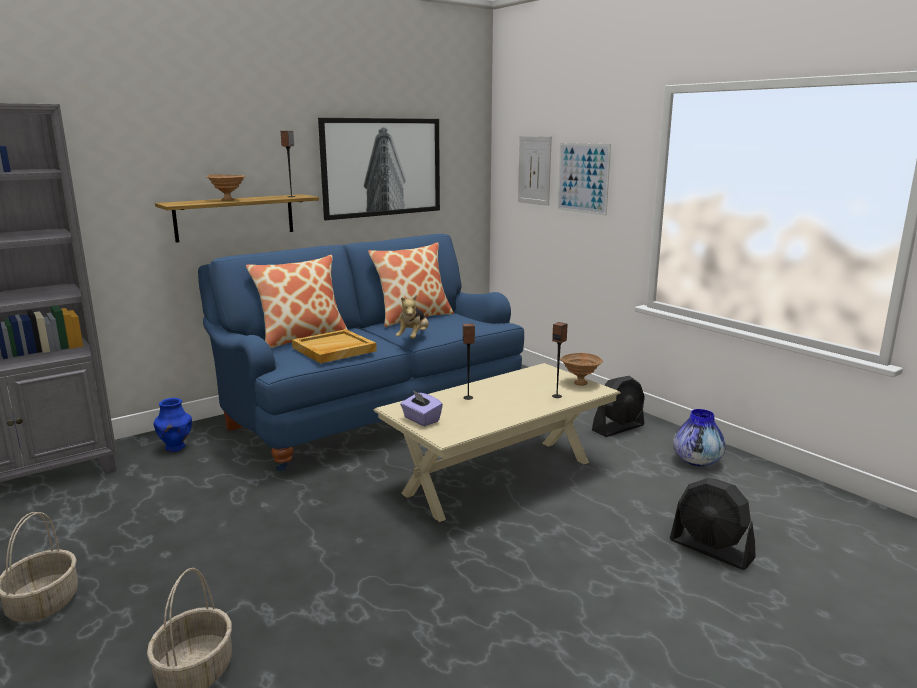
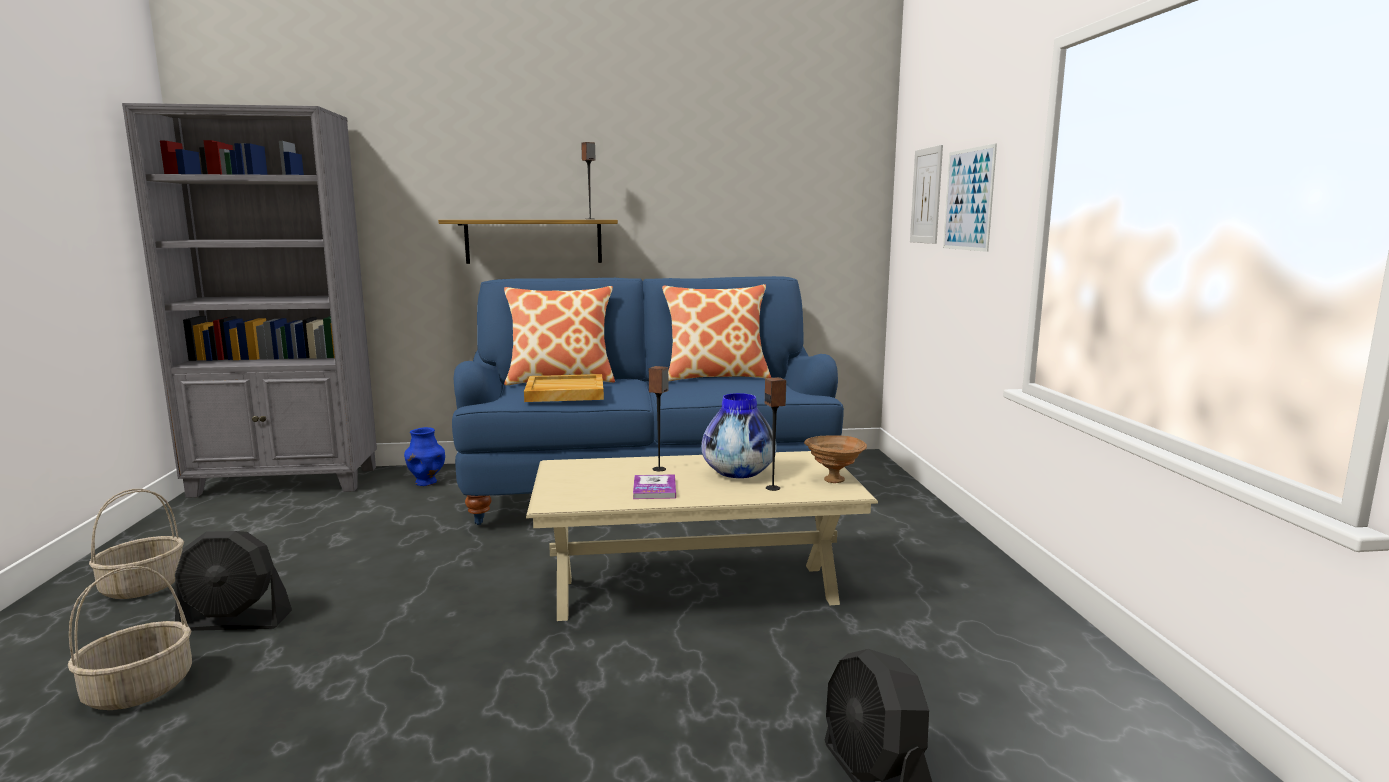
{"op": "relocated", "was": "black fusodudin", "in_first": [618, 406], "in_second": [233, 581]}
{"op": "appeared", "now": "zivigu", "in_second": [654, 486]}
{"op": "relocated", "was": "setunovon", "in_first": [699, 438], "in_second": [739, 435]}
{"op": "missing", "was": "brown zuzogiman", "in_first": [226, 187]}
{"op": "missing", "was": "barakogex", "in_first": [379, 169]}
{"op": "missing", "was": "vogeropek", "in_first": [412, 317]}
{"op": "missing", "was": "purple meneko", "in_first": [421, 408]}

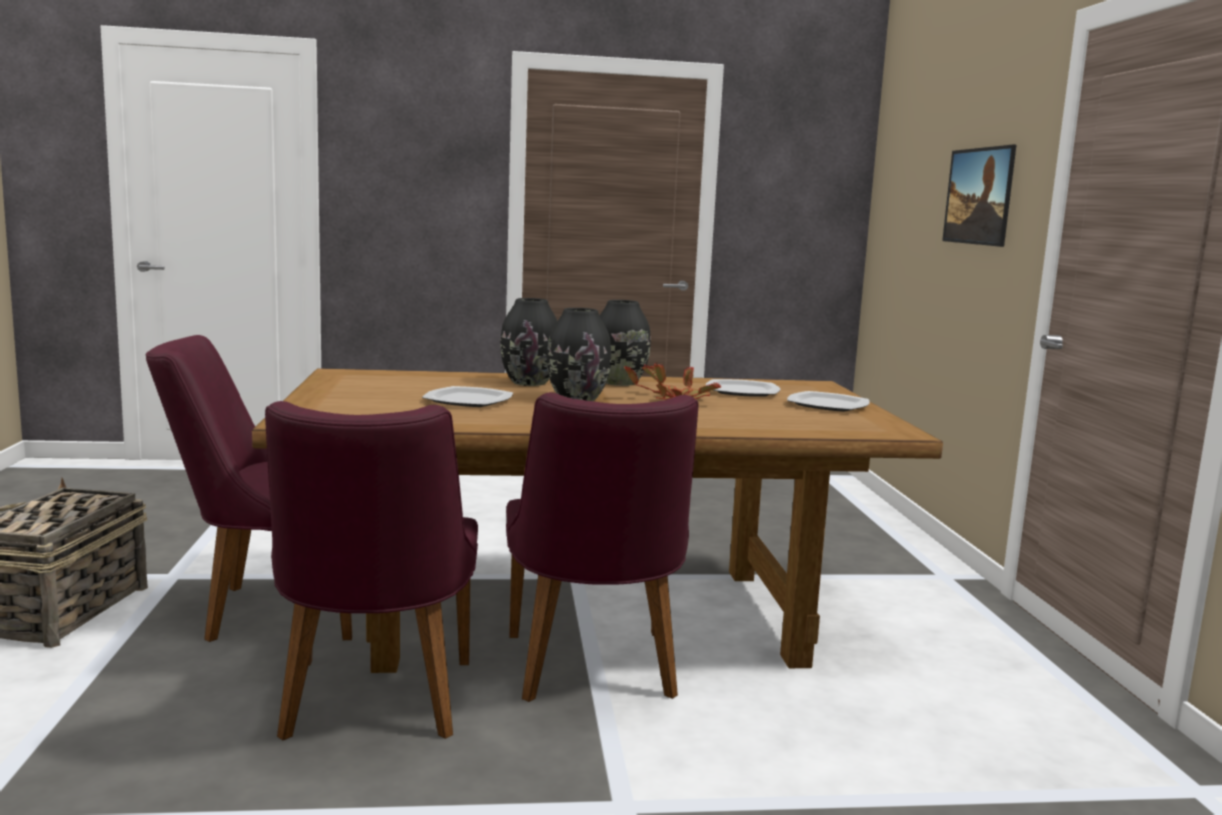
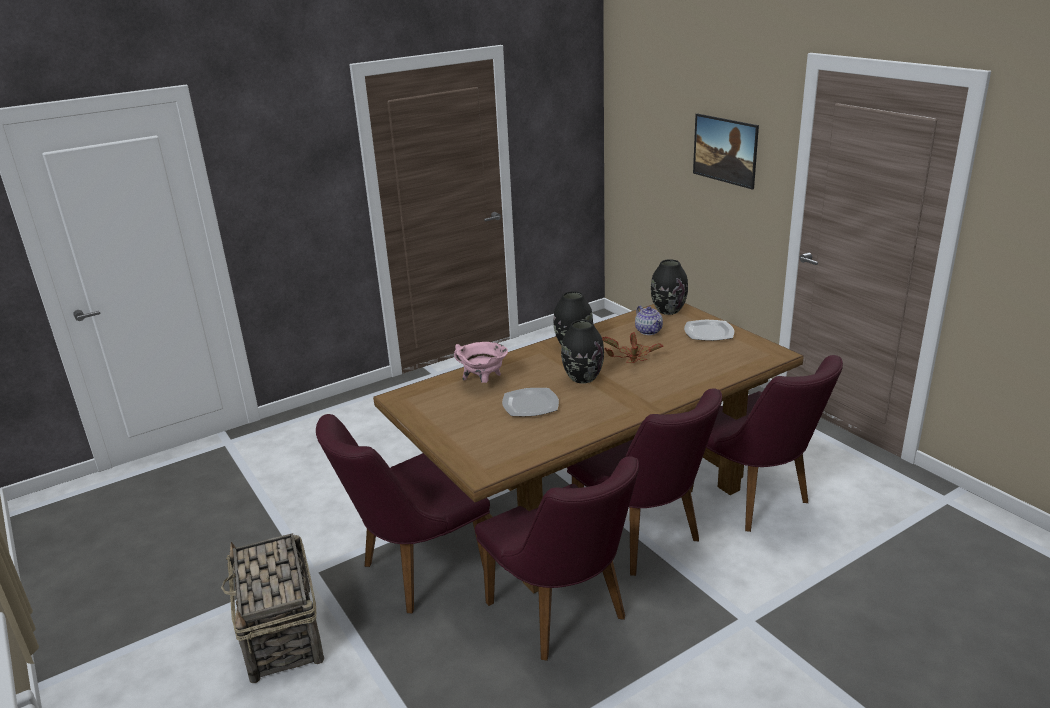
{"op": "appeared", "now": "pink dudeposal", "in_second": [481, 362]}
{"op": "exchanged", "was": "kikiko", "now": "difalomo", "in_first": [743, 388], "in_second": [649, 320]}
{"op": "relocated", "was": "black setunovon", "in_first": [528, 342], "in_second": [669, 287]}
{"op": "appeared", "now": "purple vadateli", "in_second": [766, 443]}

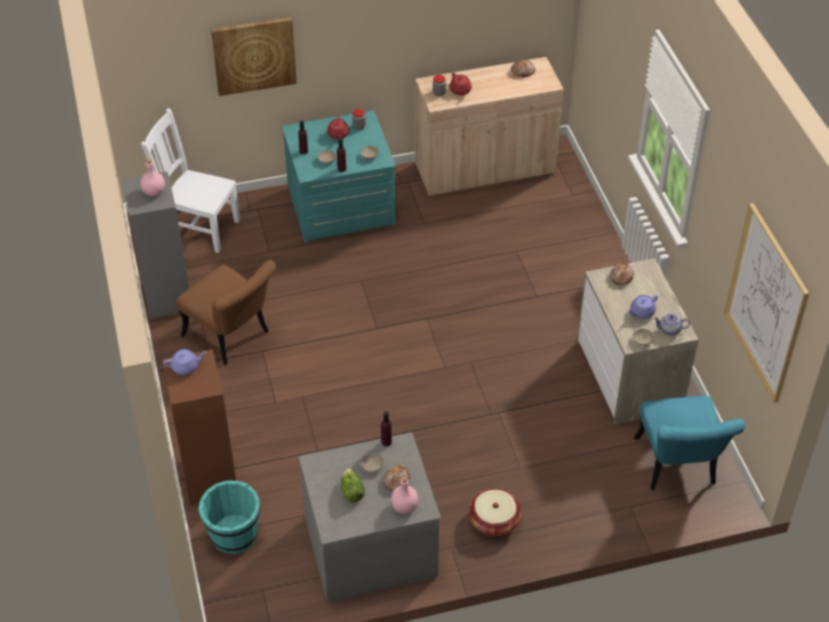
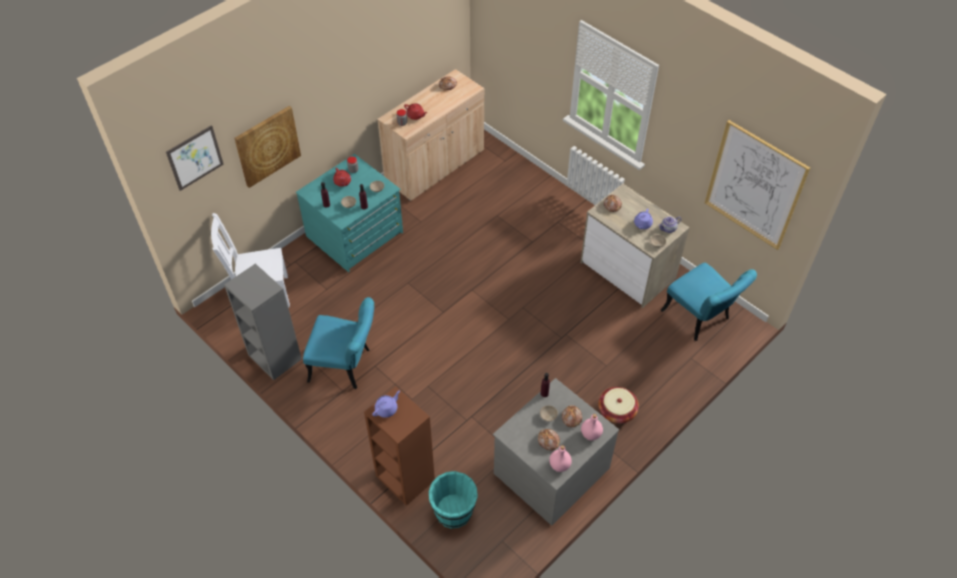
{"op": "appeared", "now": "barakogex", "in_second": [195, 158]}
{"op": "colour", "was": "brown vadateli", "now": "turquoise vadateli", "in_first": [226, 312], "in_second": [338, 343]}
{"op": "exchanged", "was": "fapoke", "now": "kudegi", "in_first": [353, 485], "in_second": [549, 440]}
{"op": "relocated", "was": "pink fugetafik", "in_first": [153, 177], "in_second": [560, 458]}

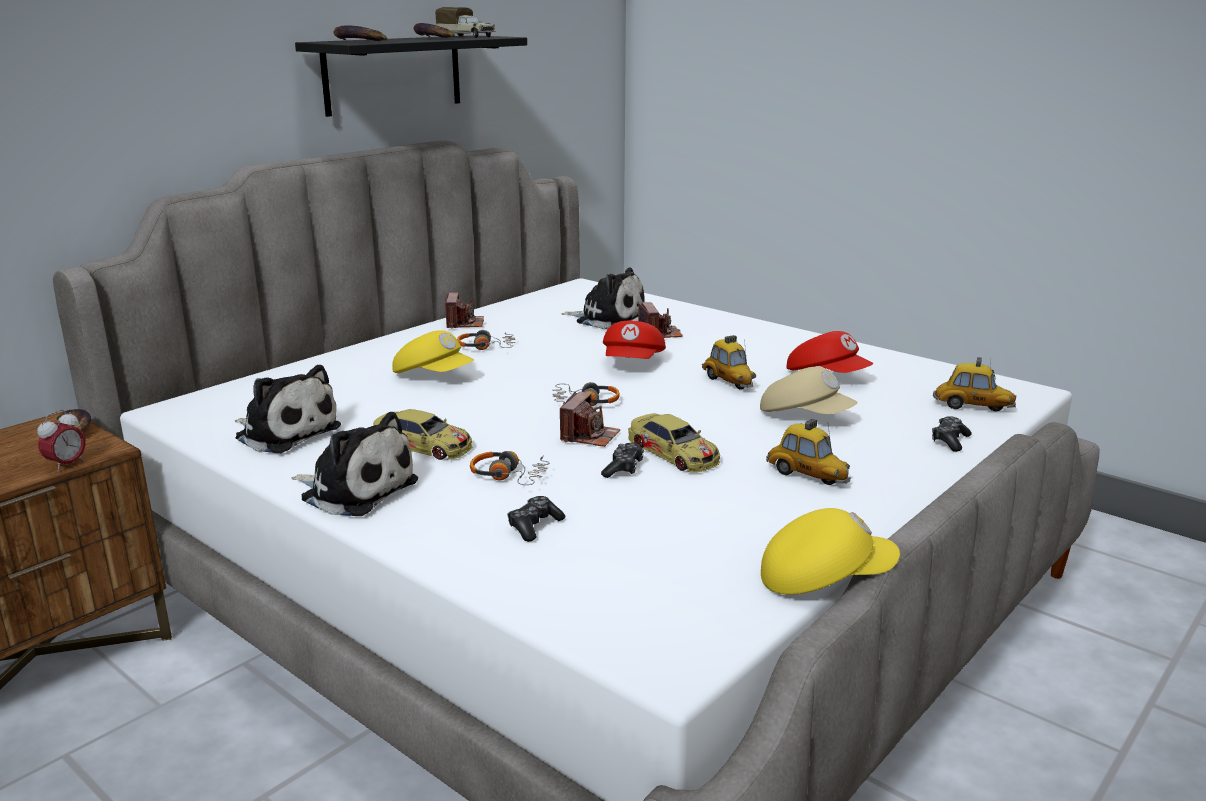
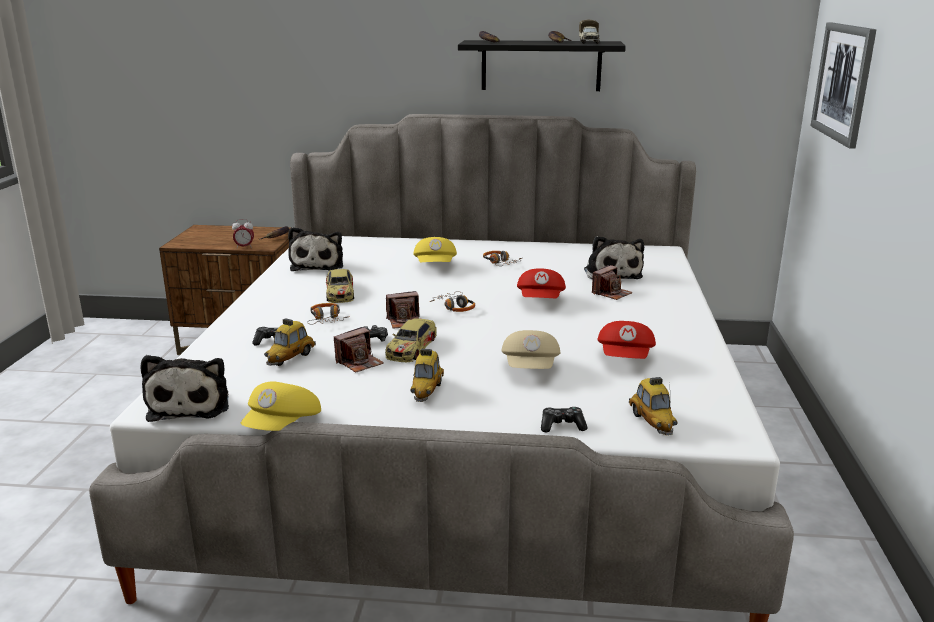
{"op": "relocated", "was": "vogeropek", "in_first": [355, 464], "in_second": [184, 388]}
{"op": "spun", "was": "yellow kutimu", "in_first": [830, 551], "in_second": [281, 406], "clockwise": 60}
{"op": "relocated", "was": "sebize", "in_first": [729, 362], "in_second": [290, 342]}
{"op": "relocated", "was": "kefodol", "in_first": [464, 310], "in_second": [359, 350]}
{"op": "spun", "was": "red kutimu", "in_first": [634, 340], "in_second": [541, 283], "clockwise": -60}
{"op": "appeared", "now": "barakogex", "in_second": [843, 85]}

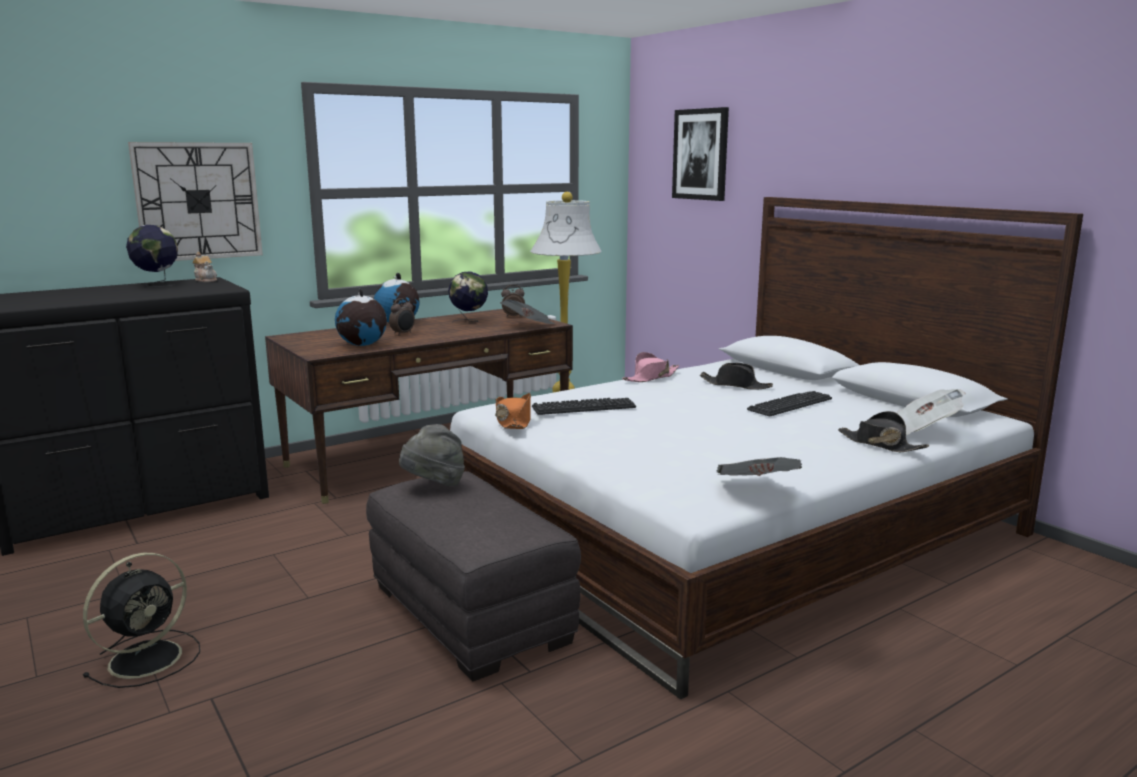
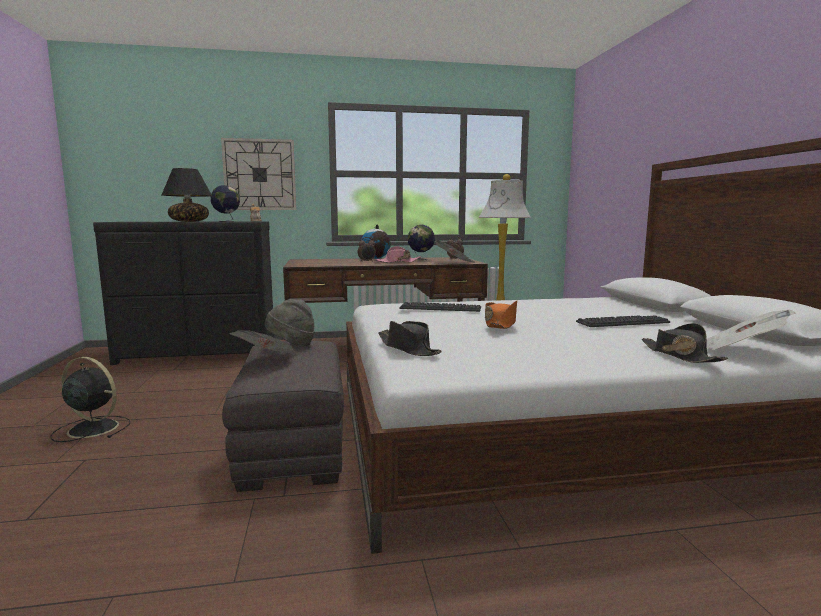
{"op": "spun", "was": "black fusodudin", "in_first": [141, 620], "in_second": [90, 399], "clockwise": -135}
{"op": "appeared", "now": "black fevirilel", "in_second": [187, 195]}
{"op": "relocated", "was": "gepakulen", "in_first": [759, 466], "in_second": [262, 341]}
{"op": "relocated", "was": "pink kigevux", "in_first": [650, 367], "in_second": [398, 254]}
{"op": "relocated", "was": "black kigevux", "in_first": [736, 376], "in_second": [410, 338]}
{"op": "relocated", "was": "orange kigevux", "in_first": [513, 411], "in_second": [501, 315]}
{"op": "missing", "was": "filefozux", "in_first": [361, 317]}
{"op": "missing", "was": "barakogex", "in_first": [700, 154]}

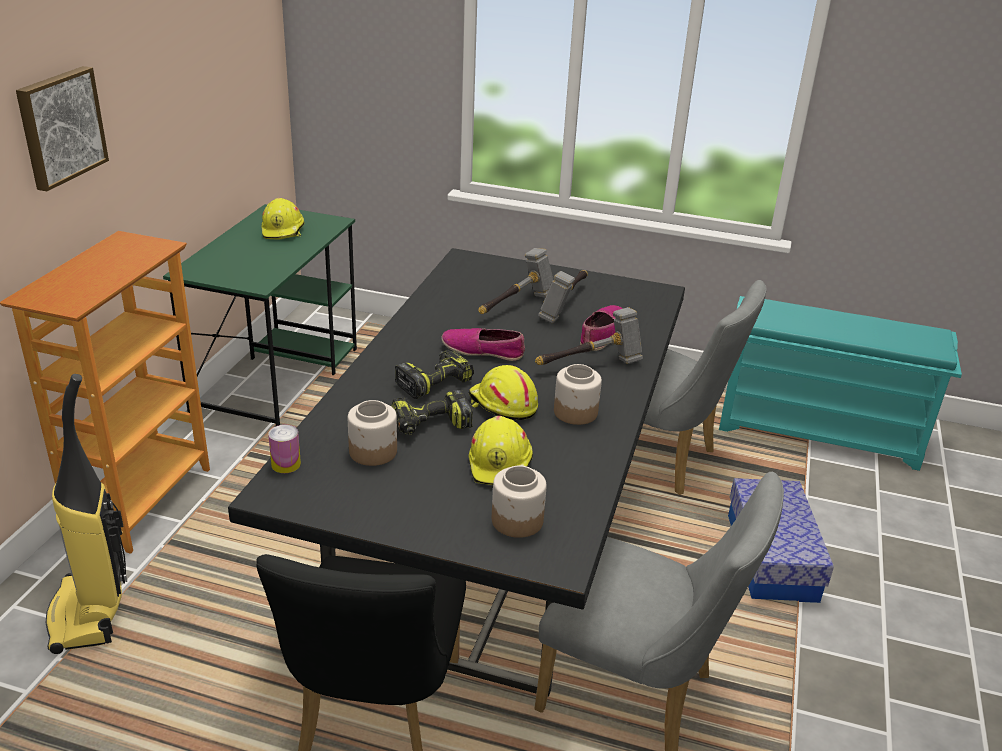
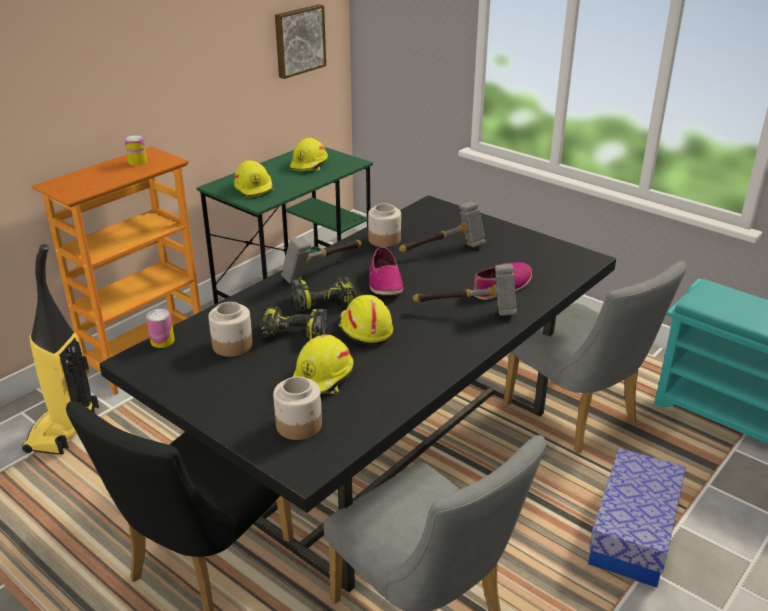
{"op": "appeared", "now": "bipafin", "in_second": [135, 150]}
{"op": "appeared", "now": "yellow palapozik", "in_second": [254, 178]}
{"op": "relocated", "was": "barakogex", "in_first": [62, 128], "in_second": [300, 41]}
{"op": "relocated", "was": "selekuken", "in_first": [563, 296], "in_second": [321, 260]}
{"op": "relocated", "was": "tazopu", "in_first": [578, 394], "in_second": [384, 225]}
{"op": "spun", "was": "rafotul", "in_first": [483, 344], "in_second": [386, 271], "clockwise": -135}

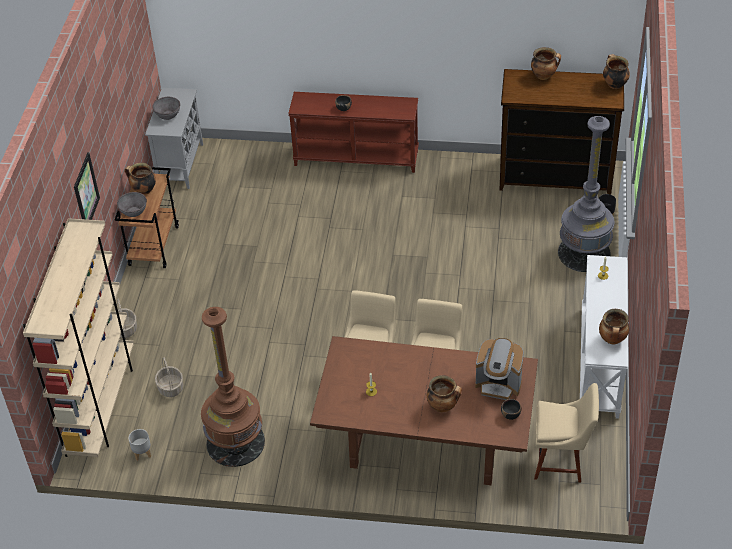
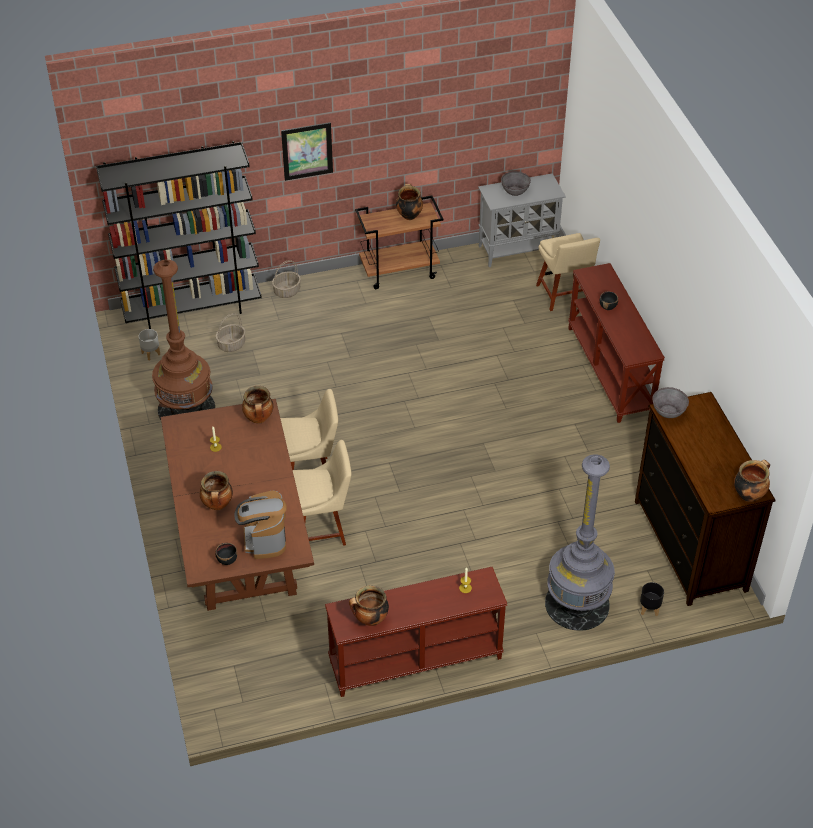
{"op": "colour", "was": "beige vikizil", "now": "black vikizil", "in_first": [78, 337], "in_second": [179, 235]}
{"op": "relocated", "was": "dudeposal", "in_first": [546, 63], "in_second": [257, 404]}
{"op": "colour", "was": "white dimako", "now": "brown dimako", "in_first": [604, 337], "in_second": [416, 632]}
{"op": "relocated", "was": "beige vadateli", "in_first": [566, 432], "in_second": [568, 272]}
{"op": "relocated", "was": "grey zuzogiman", "in_first": [132, 204], "in_second": [670, 402]}

